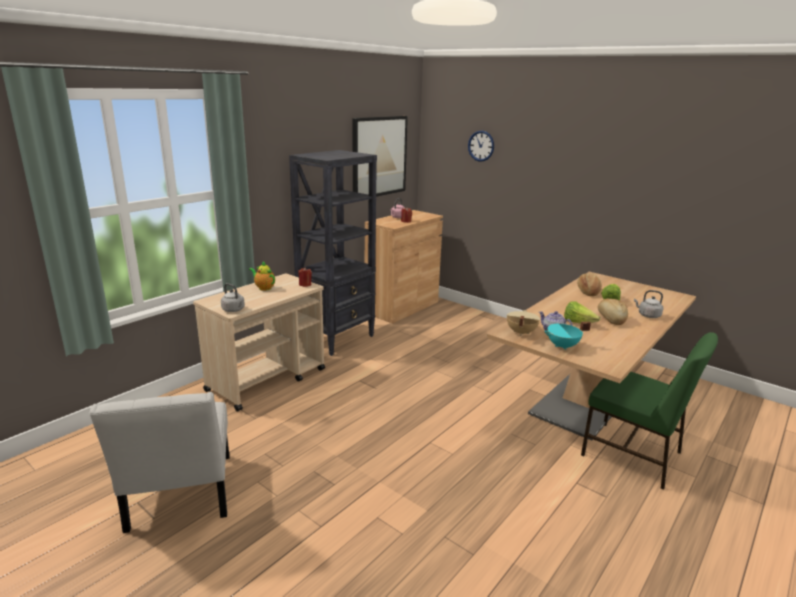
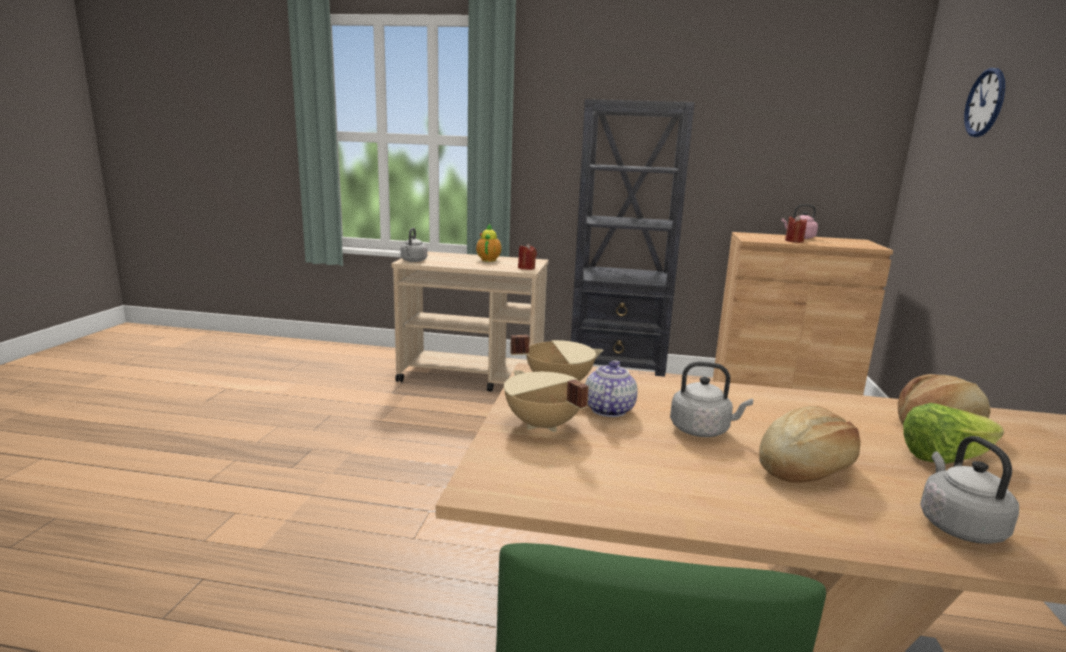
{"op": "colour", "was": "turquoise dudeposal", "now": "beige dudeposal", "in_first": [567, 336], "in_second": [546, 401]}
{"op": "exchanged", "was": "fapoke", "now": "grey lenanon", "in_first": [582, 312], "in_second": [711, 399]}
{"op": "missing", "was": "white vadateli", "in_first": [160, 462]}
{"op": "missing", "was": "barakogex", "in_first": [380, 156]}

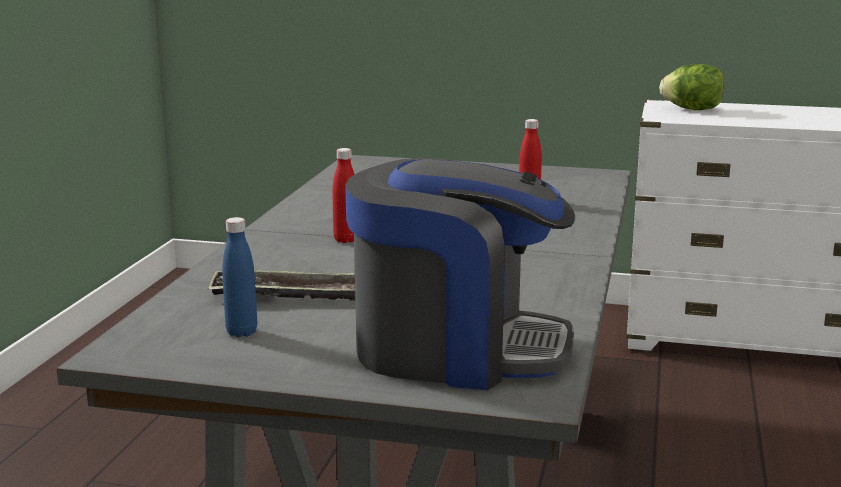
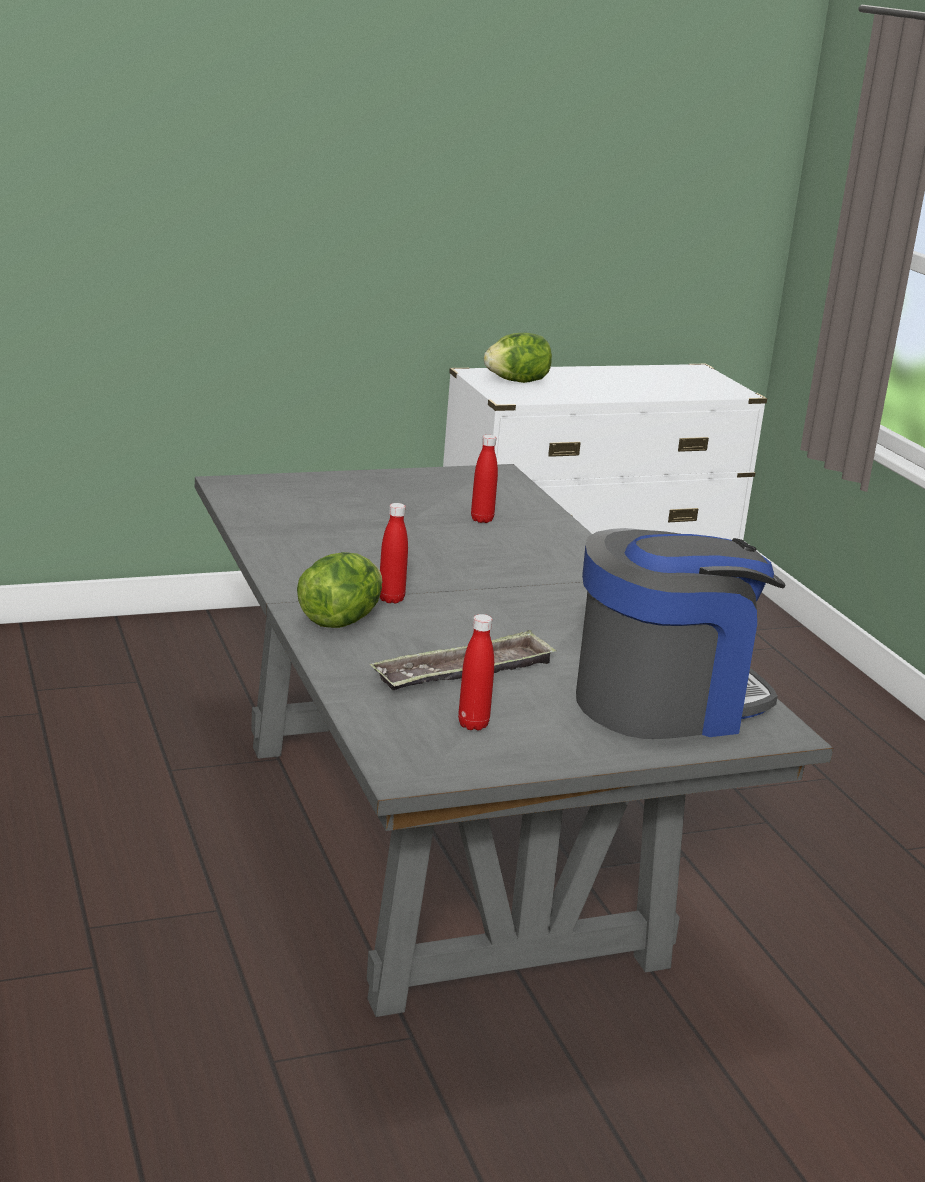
{"op": "appeared", "now": "fapoke", "in_second": [339, 590]}
{"op": "colour", "was": "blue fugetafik", "now": "red fugetafik", "in_first": [239, 277], "in_second": [476, 672]}

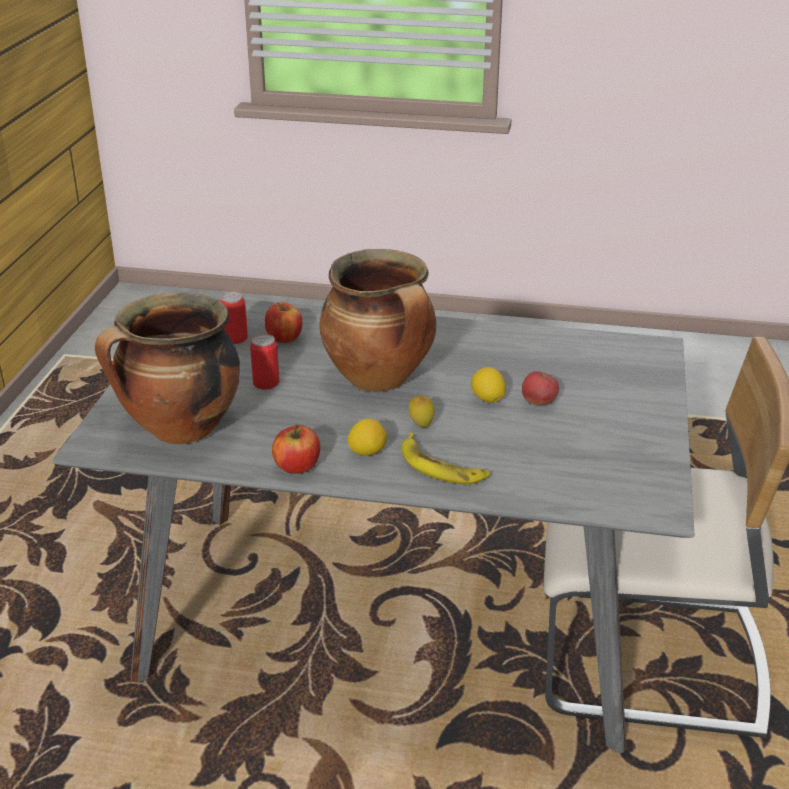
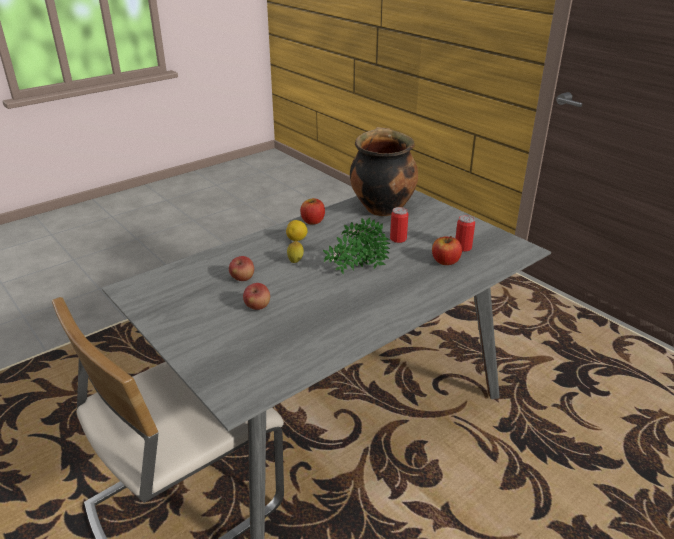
{"op": "appeared", "now": "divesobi", "in_second": [241, 268]}
{"op": "exchanged", "was": "dudeposal", "now": "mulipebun", "in_first": [377, 320], "in_second": [356, 245]}
{"op": "missing", "was": "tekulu", "in_first": [445, 459]}
{"op": "missing", "was": "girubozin", "in_first": [488, 385]}

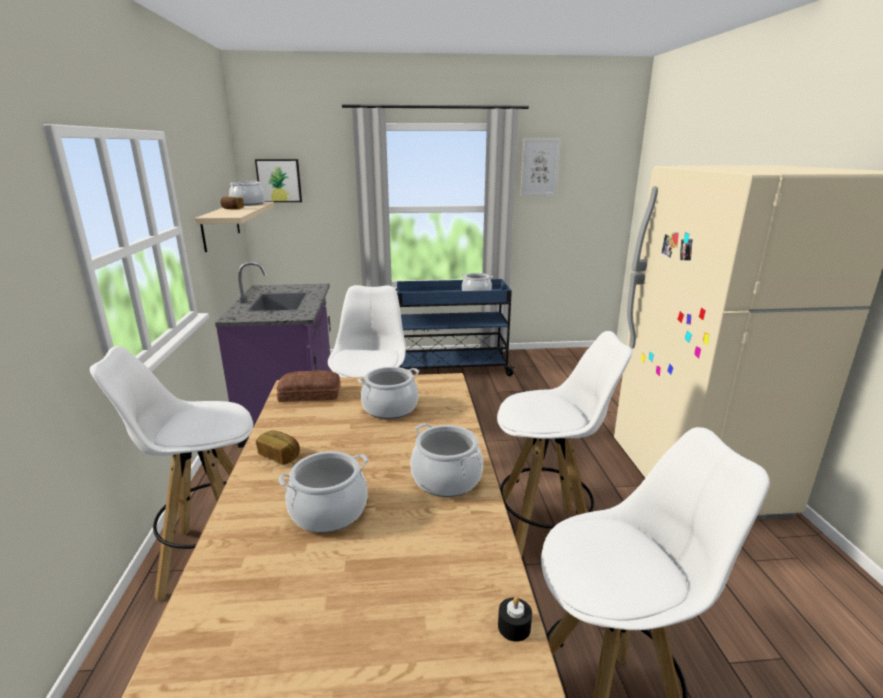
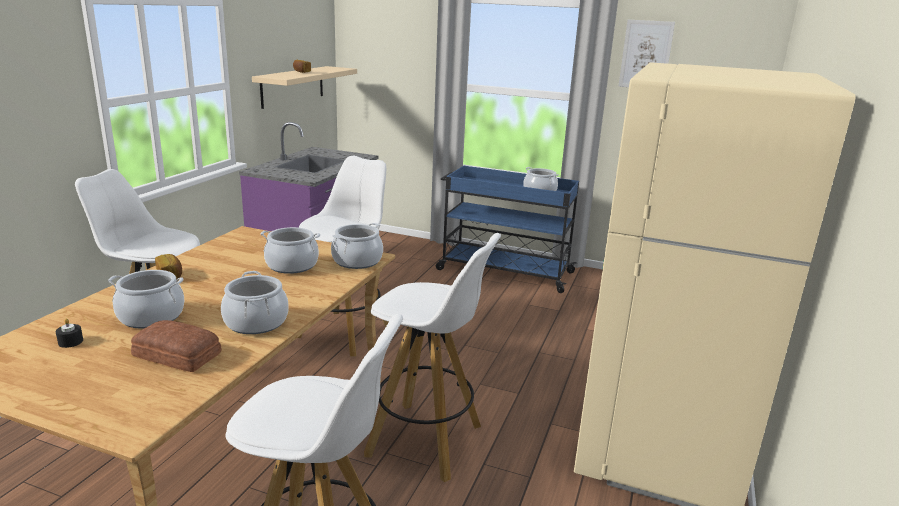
{"op": "relocated", "was": "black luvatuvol", "in_first": [515, 619], "in_second": [69, 333]}
{"op": "relocated", "was": "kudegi", "in_first": [309, 386], "in_second": [176, 346]}
{"op": "relocated", "was": "dudeposal", "in_first": [247, 193], "in_second": [357, 246]}
{"op": "missing", "was": "barakogex", "in_first": [278, 180]}

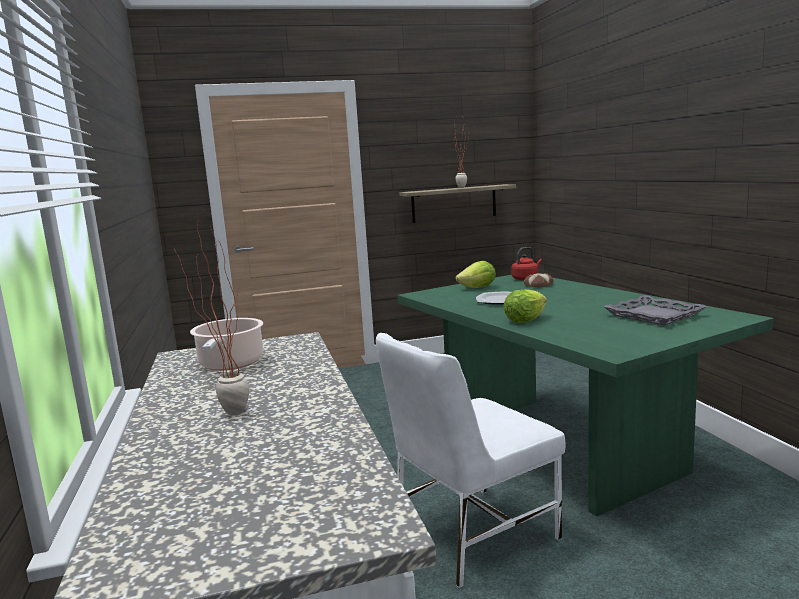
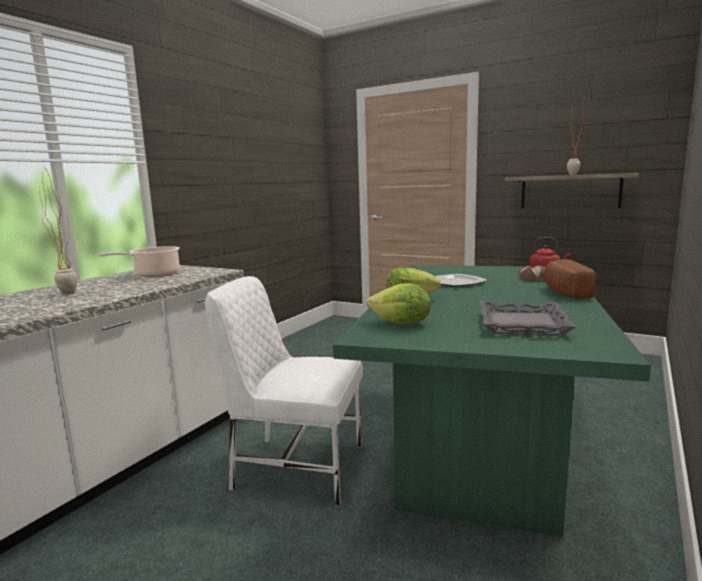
{"op": "relocated", "was": "fapoke", "in_first": [475, 274], "in_second": [399, 303]}
{"op": "appeared", "now": "kudegi", "in_second": [569, 279]}

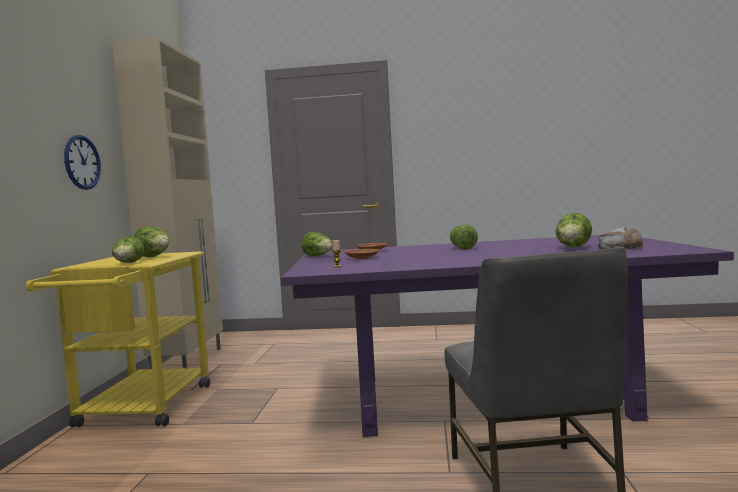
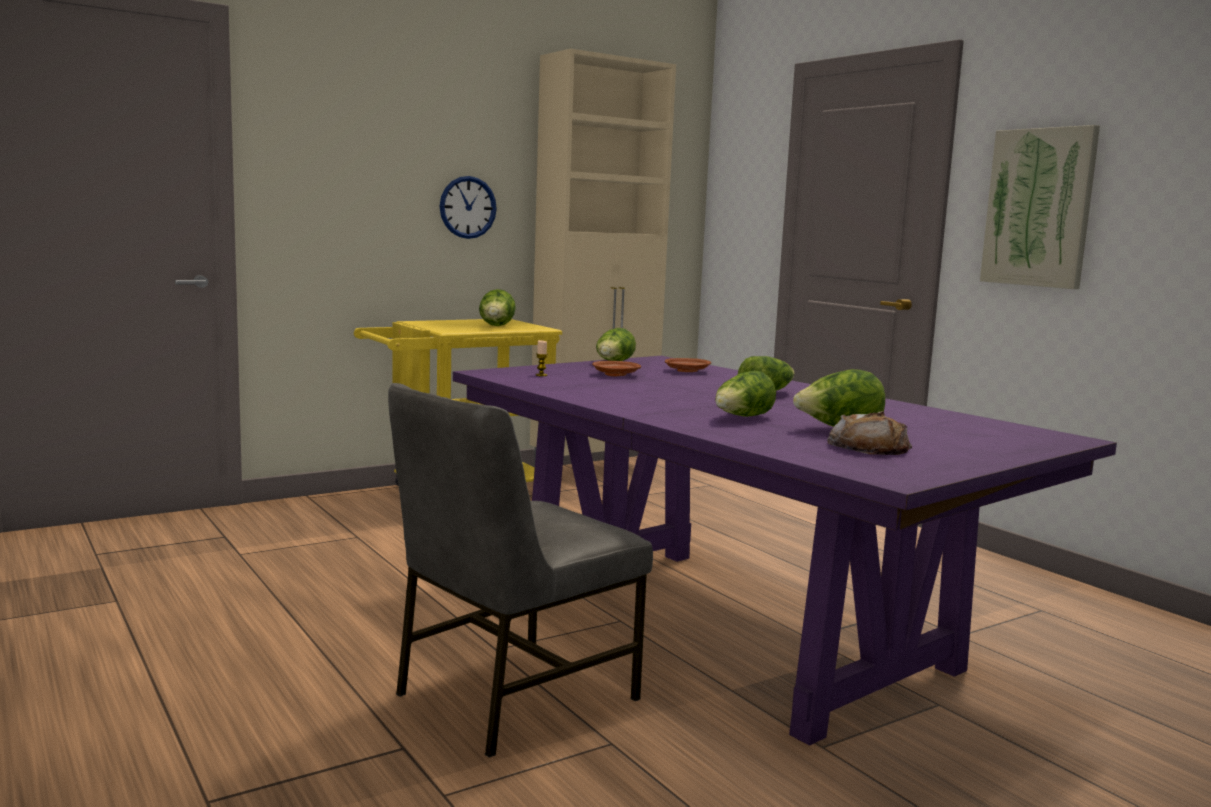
{"op": "relocated", "was": "fapoke", "in_first": [128, 250], "in_second": [745, 394]}
{"op": "appeared", "now": "barakogex", "in_second": [1040, 207]}

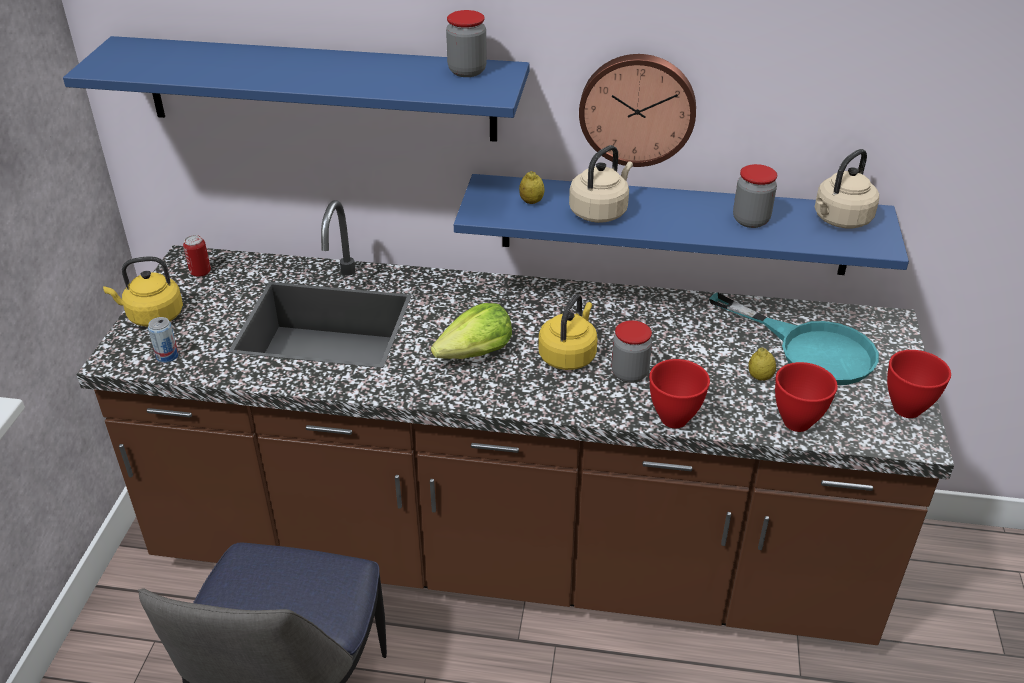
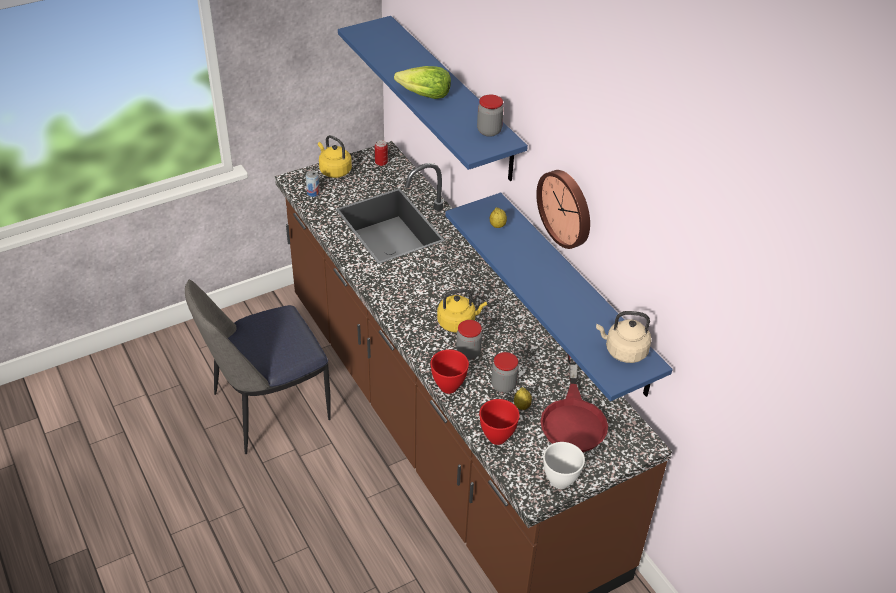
{"op": "relocated", "was": "fapoke", "in_first": [471, 331], "in_second": [422, 82]}
{"op": "relocated", "was": "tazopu", "in_first": [755, 196], "in_second": [505, 372]}
{"op": "colour", "was": "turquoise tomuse", "now": "red tomuse", "in_first": [794, 338], "in_second": [574, 403]}
{"op": "colour", "was": "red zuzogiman", "now": "white zuzogiman", "in_first": [919, 384], "in_second": [564, 465]}
{"op": "missing", "was": "beige lenanon", "in_first": [601, 184]}

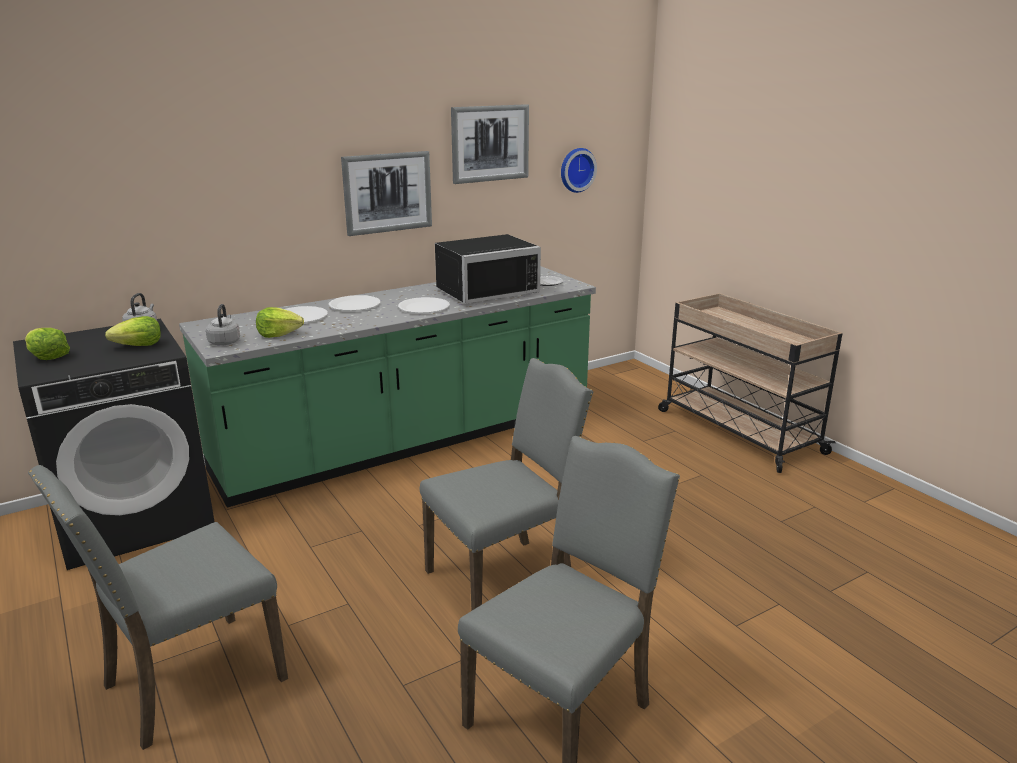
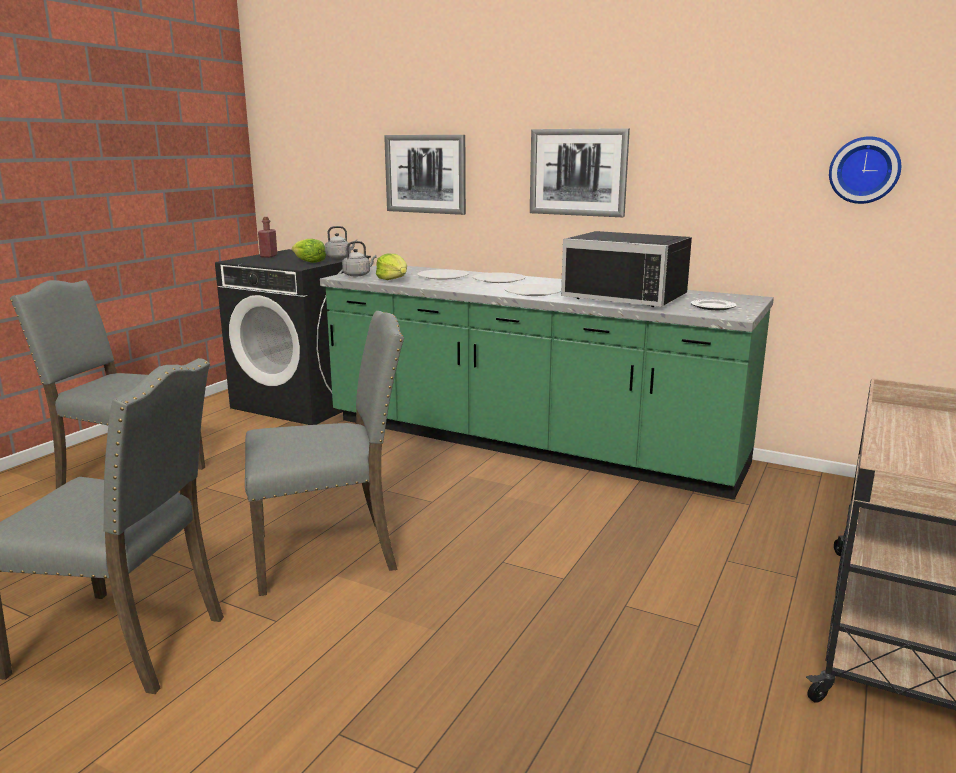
{"op": "spun", "was": "grey vadateli", "in_first": [506, 484], "in_second": [324, 453], "clockwise": -45}
{"op": "exchanged", "was": "fapoke", "now": "red fugetafik", "in_first": [47, 344], "in_second": [267, 237]}
{"op": "relocated", "was": "barakogex", "in_first": [490, 144], "in_second": [425, 175]}

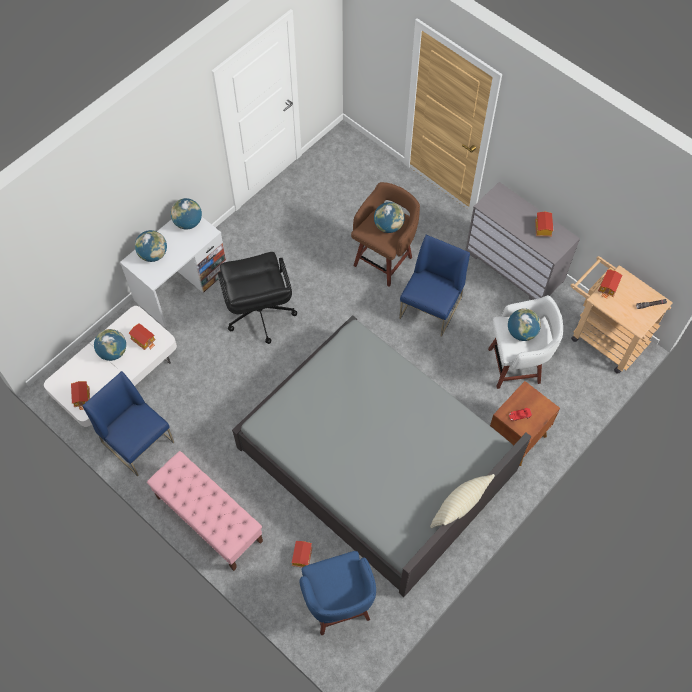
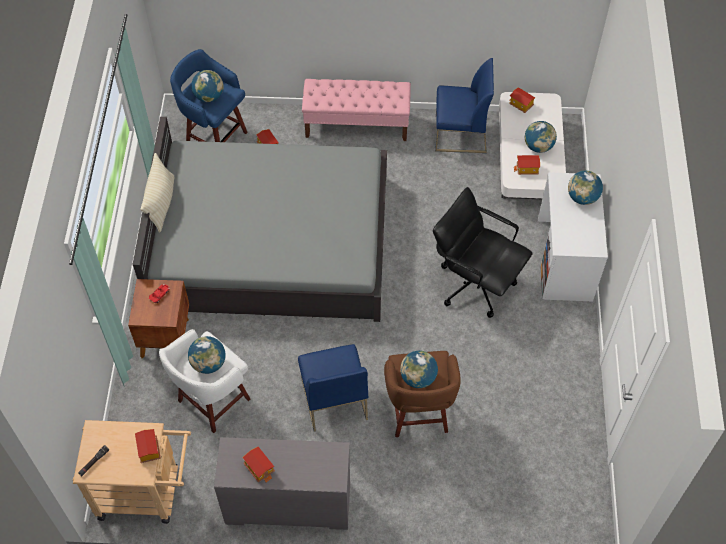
{"op": "relocated", "was": "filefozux", "in_first": [186, 214], "in_second": [207, 86]}

